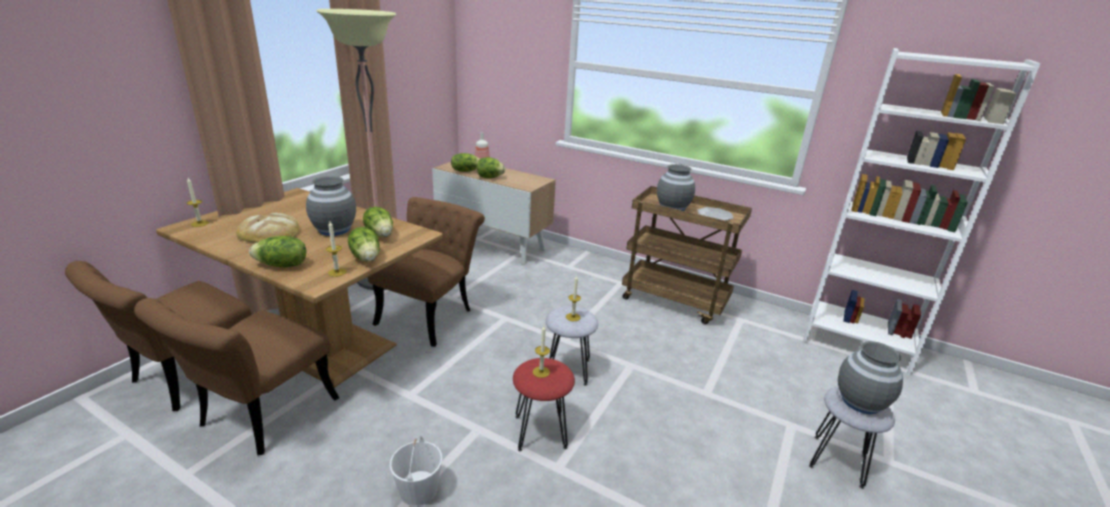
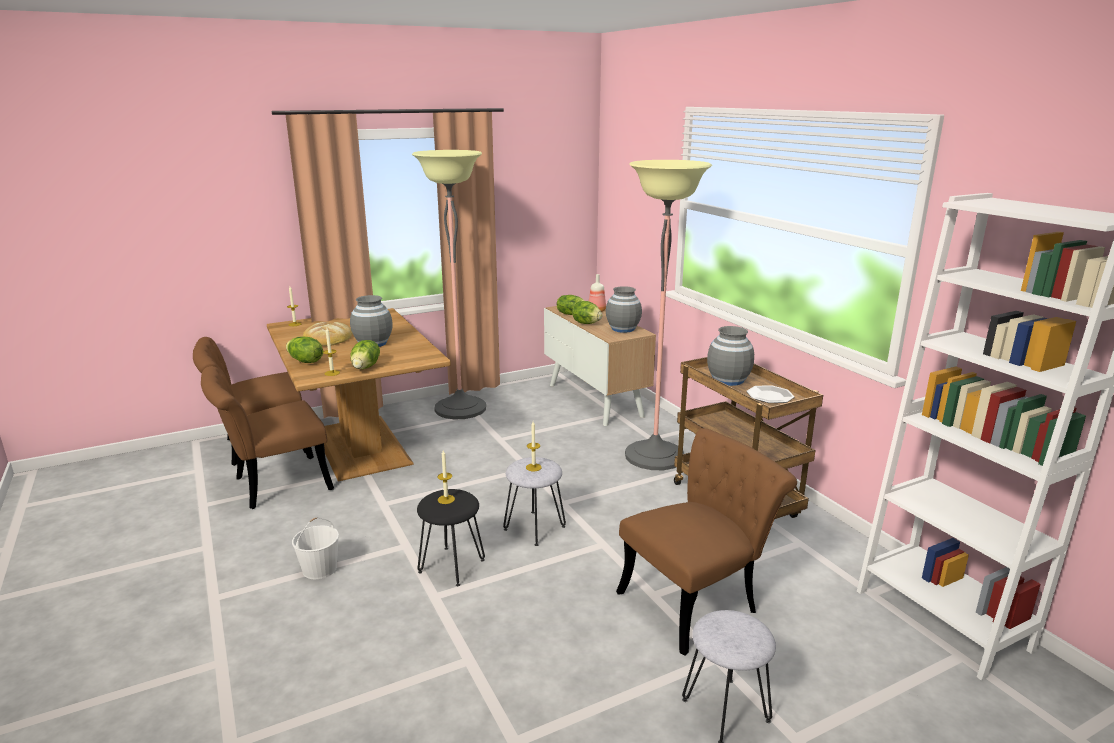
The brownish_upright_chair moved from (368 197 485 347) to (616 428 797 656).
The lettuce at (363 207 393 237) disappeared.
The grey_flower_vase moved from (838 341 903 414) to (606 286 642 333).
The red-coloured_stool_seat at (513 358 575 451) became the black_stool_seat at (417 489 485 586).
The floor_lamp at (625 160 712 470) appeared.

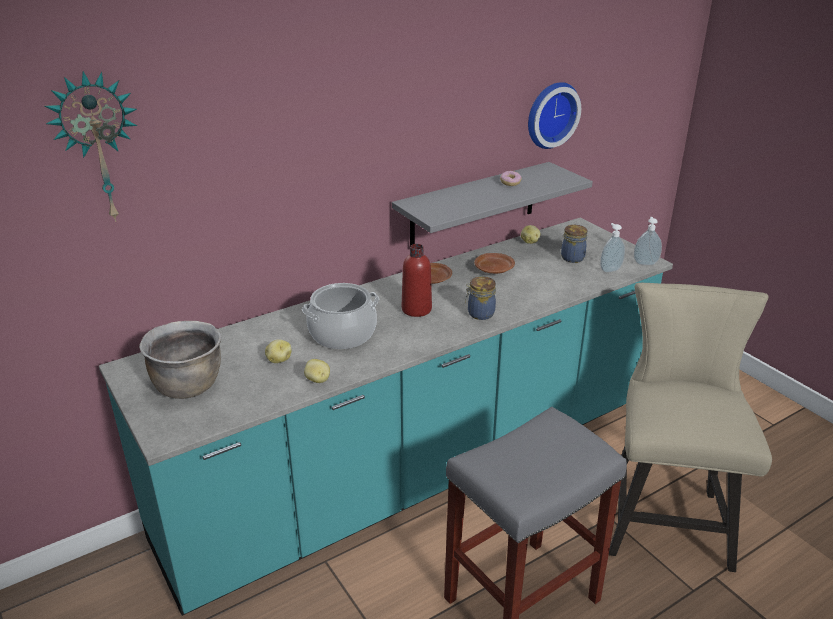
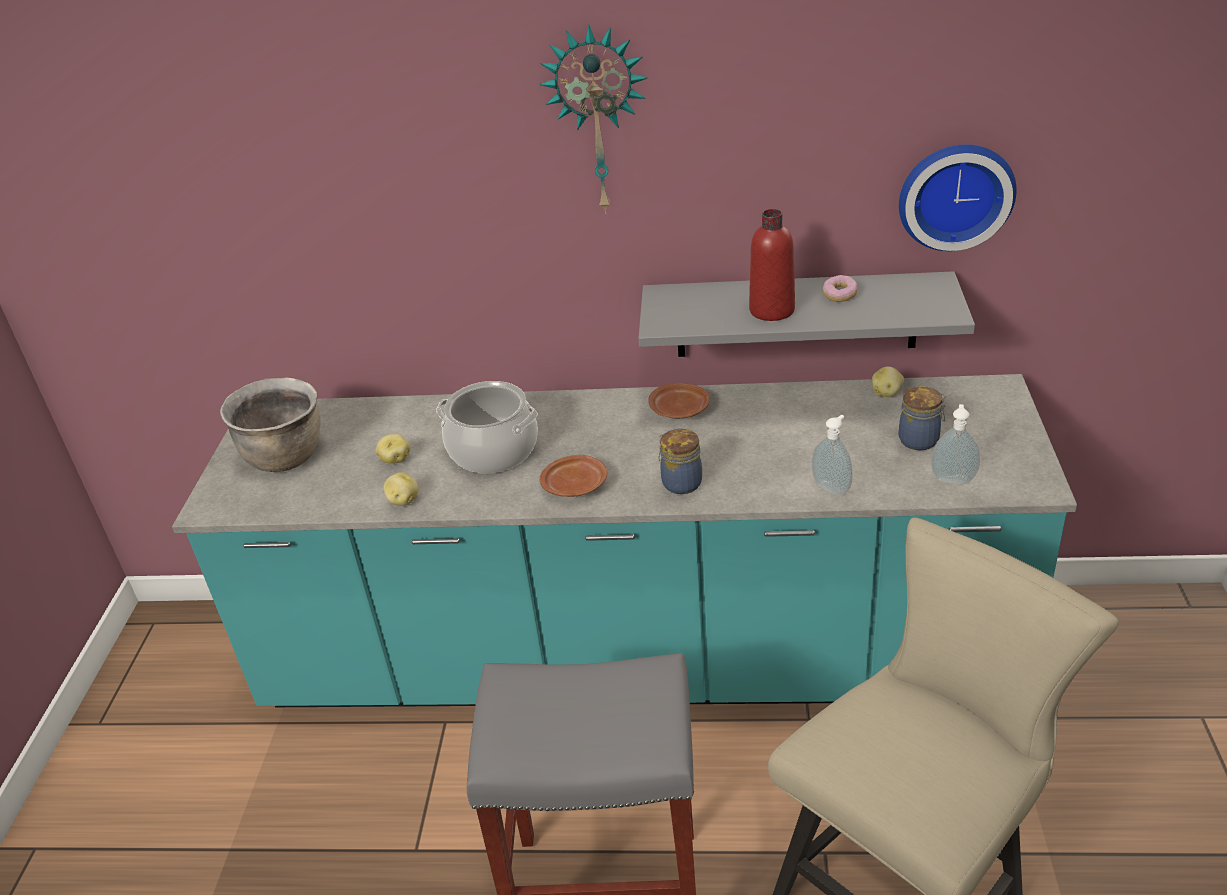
The hanging_clock moved from (45 71 137 222) to (539 24 648 214).
The soap_dispenser moved from (634 217 662 265) to (812 415 853 495).
The red-coloured_beverage_bottle moved from (402 244 432 317) to (749 209 795 321).
The brownish_plate moved from (474 253 515 274) to (540 455 607 497).

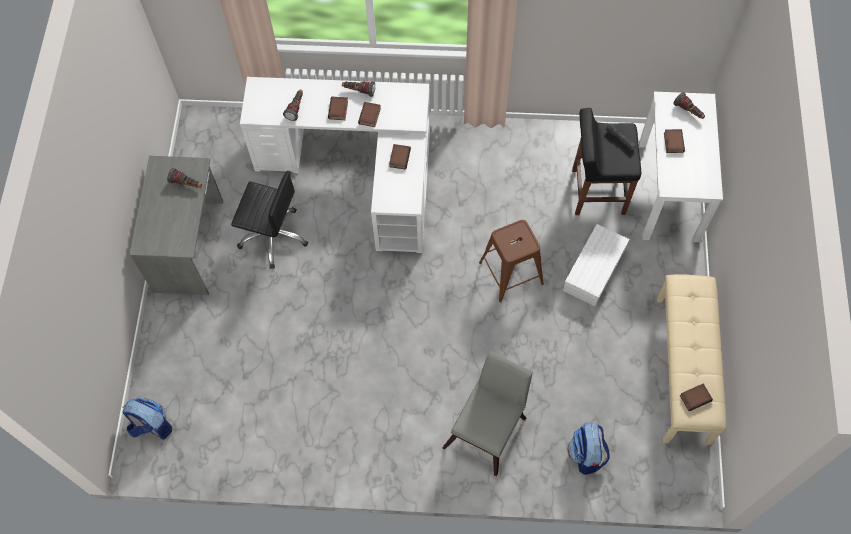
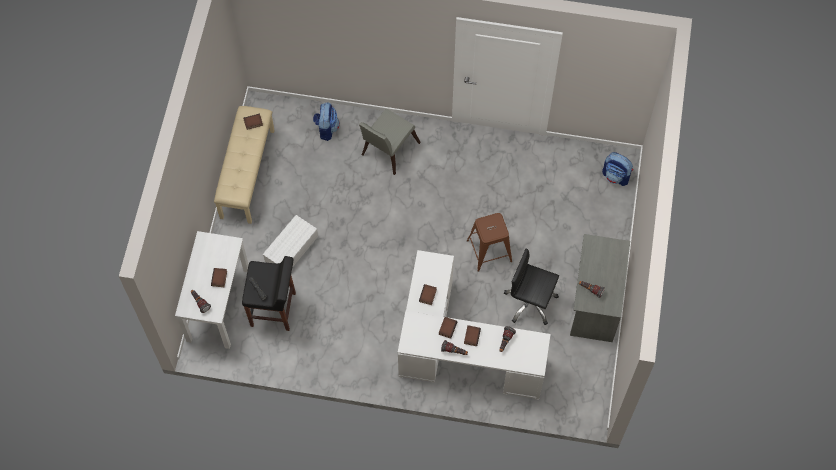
The brownish_stool_seat moved from (479 220 544 302) to (467 213 512 272).

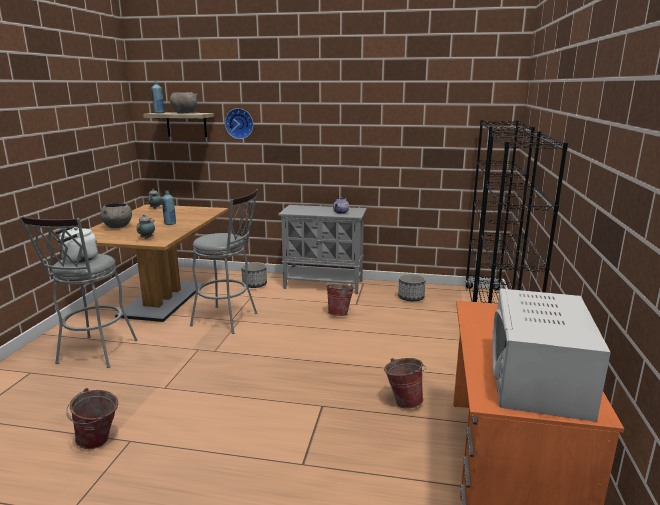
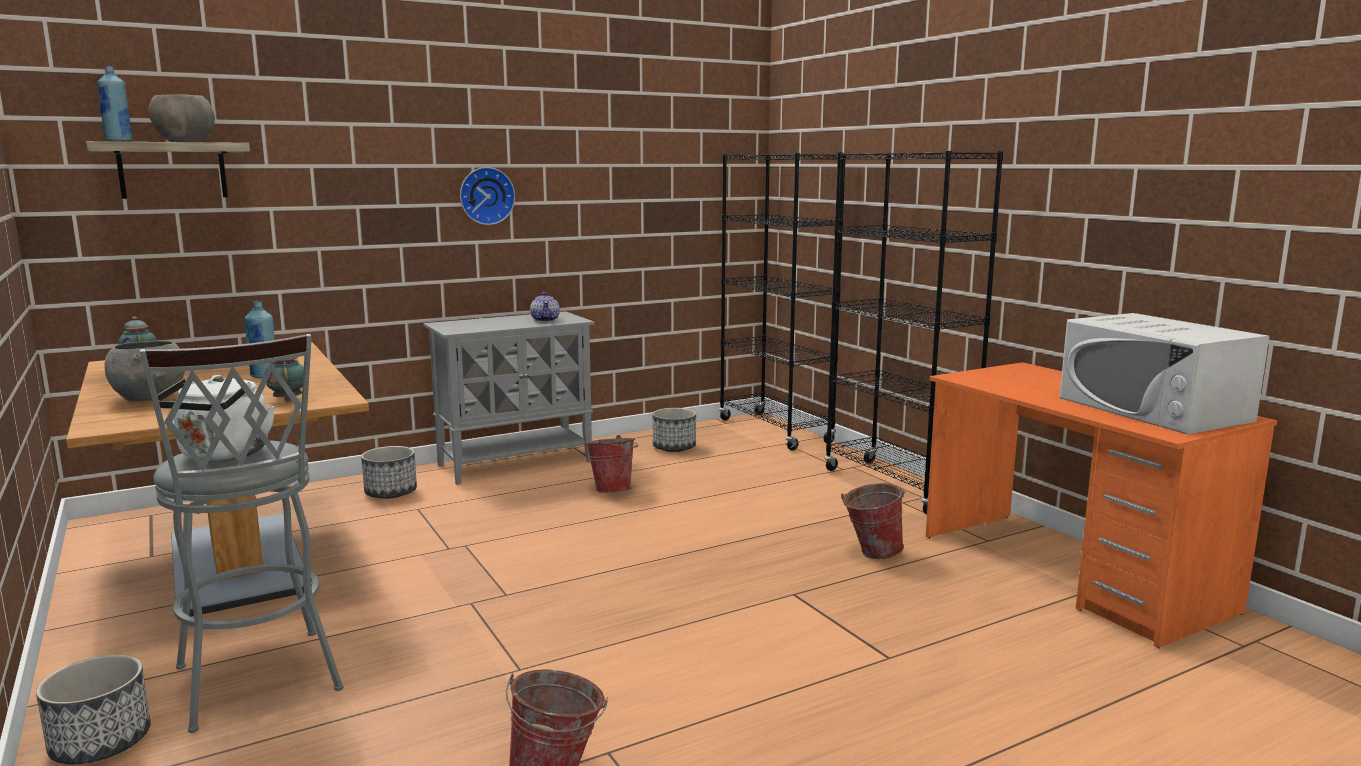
The hanging_clock moved from (225 108 253 139) to (460 167 515 225).
The grey_stool_seat at (190 189 258 334) disappeared.
The plant_pot at (36 655 151 764) appeared.

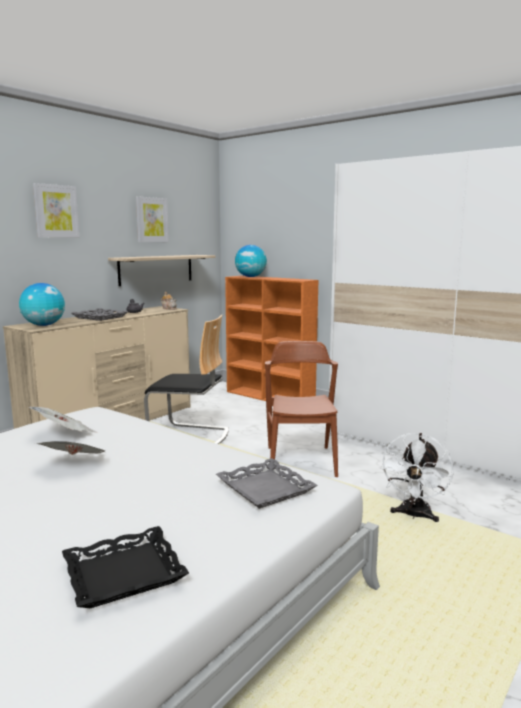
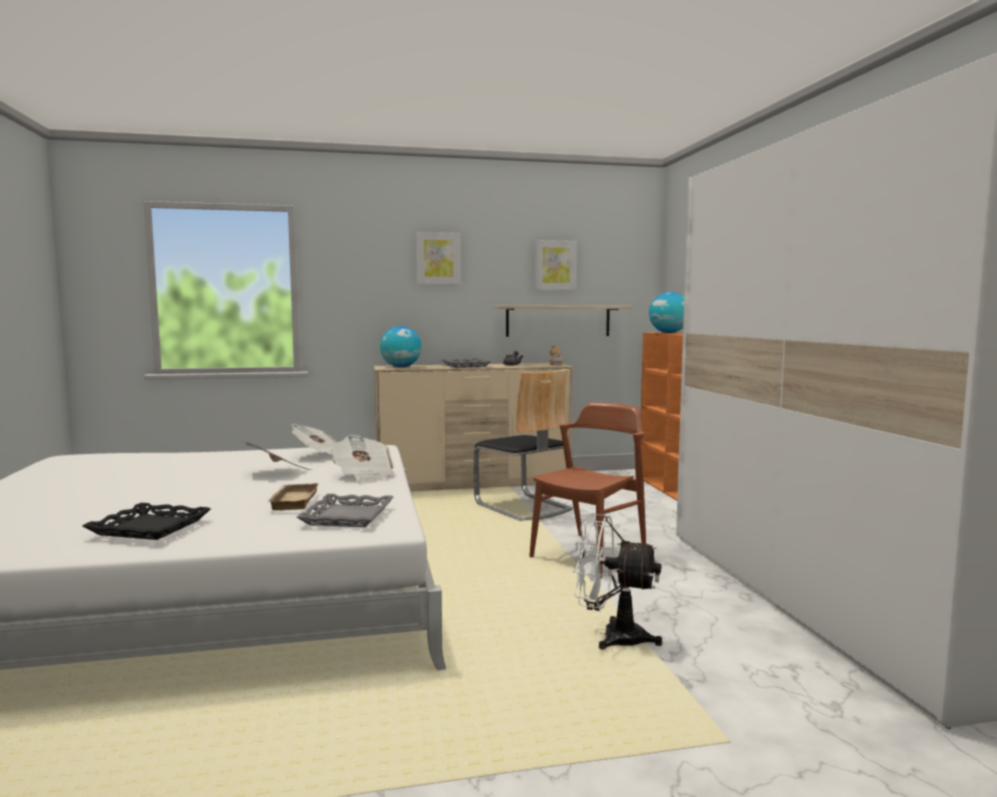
The white_fan at (380 433 453 522) turned 45 degrees clockwise.
The printed_paper at (333 435 394 484) appeared.
The beige-coloured_serving_tray at (267 483 319 510) appeared.

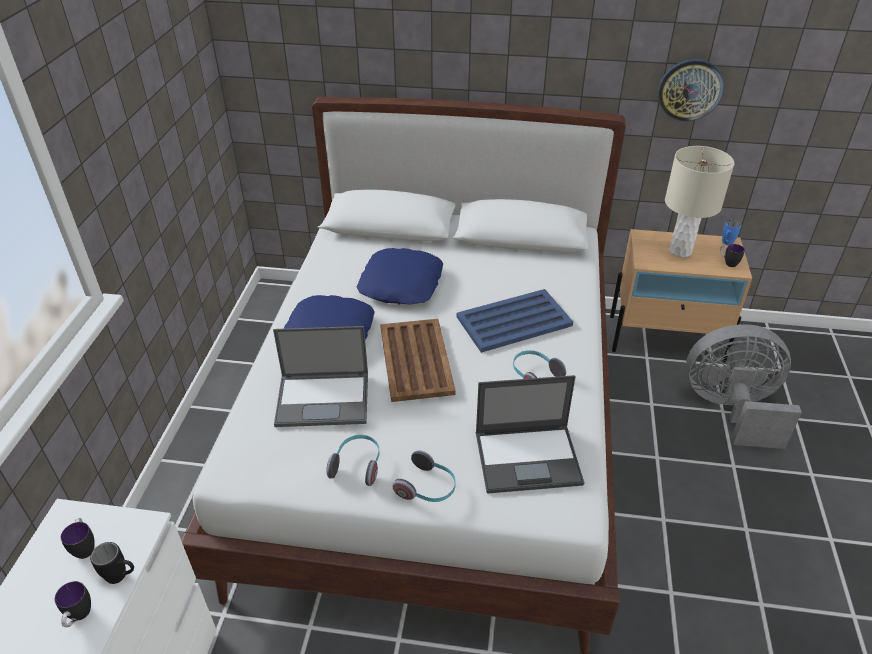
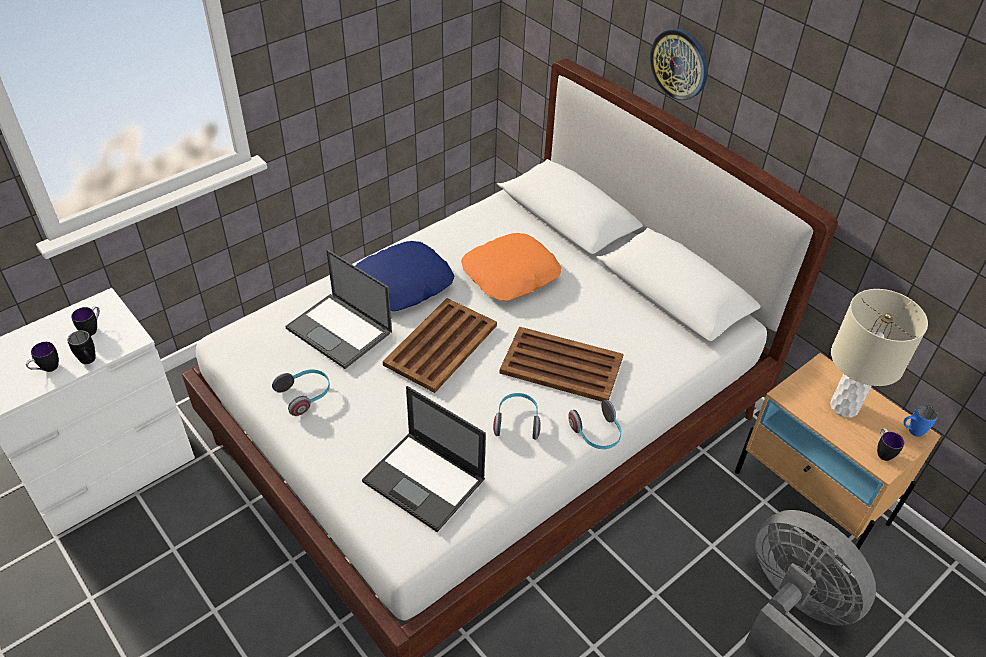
The hanging_clock moved from (658 59 724 121) to (650 28 708 100).
The blue-coloured_pillow at (357 248 443 305) became the orange_pillow at (461 233 562 301).
The blue-coloured_serving_tray at (457 289 573 353) became the brownish_serving_tray at (500 326 624 402).
The headphones moved from (392 450 456 502) to (568 400 622 449).

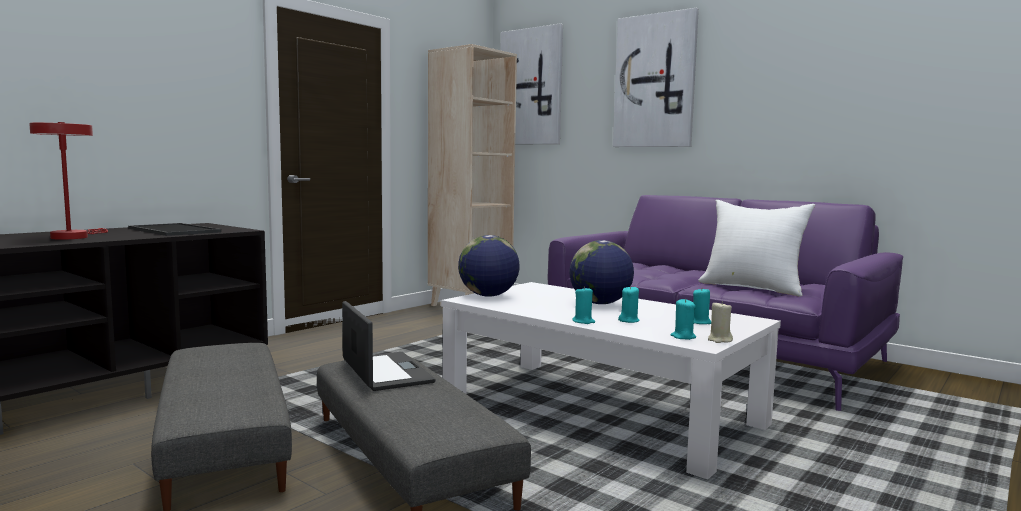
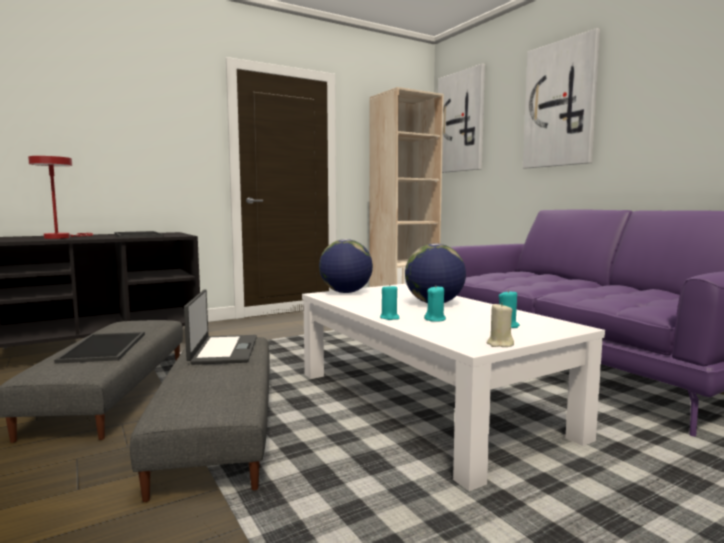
The white_pillow at (698 200 815 297) disappeared.
The turquoise-coloured_wax_light at (670 298 696 340) disappeared.
The serving_tray at (54 332 145 364) appeared.

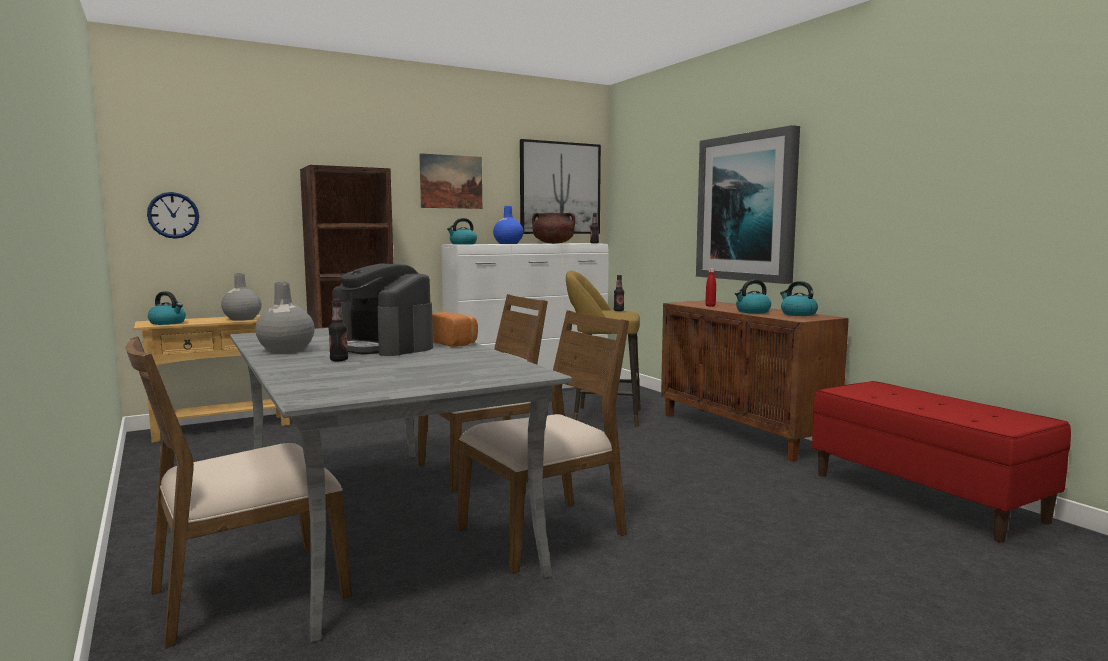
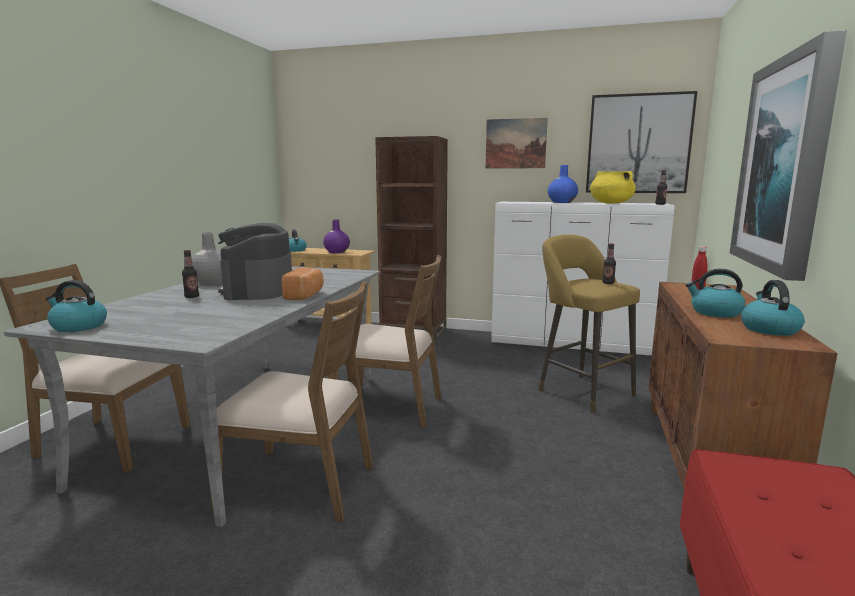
The hanging_clock at (147 192 199 239) disappeared.
The brownish_cooking_pot at (532 213 575 244) became the yellowish_cooking_pot at (590 171 636 204).
The water_kettle moved from (447 218 477 245) to (46 280 107 332).
The grey_flower_vase at (221 273 262 321) became the purplish_flower_vase at (323 220 350 253).

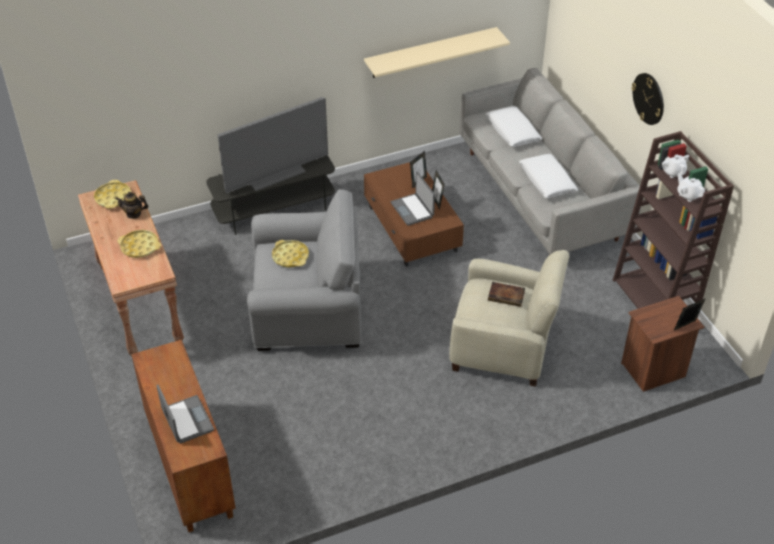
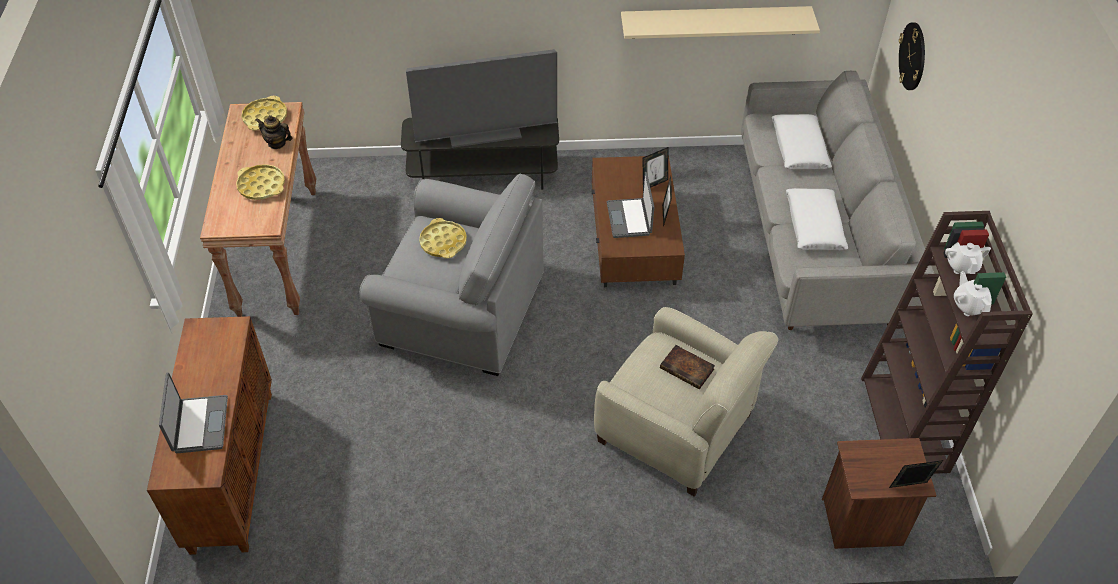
The hanging_clock moved from (631 73 664 125) to (899 22 925 90).

